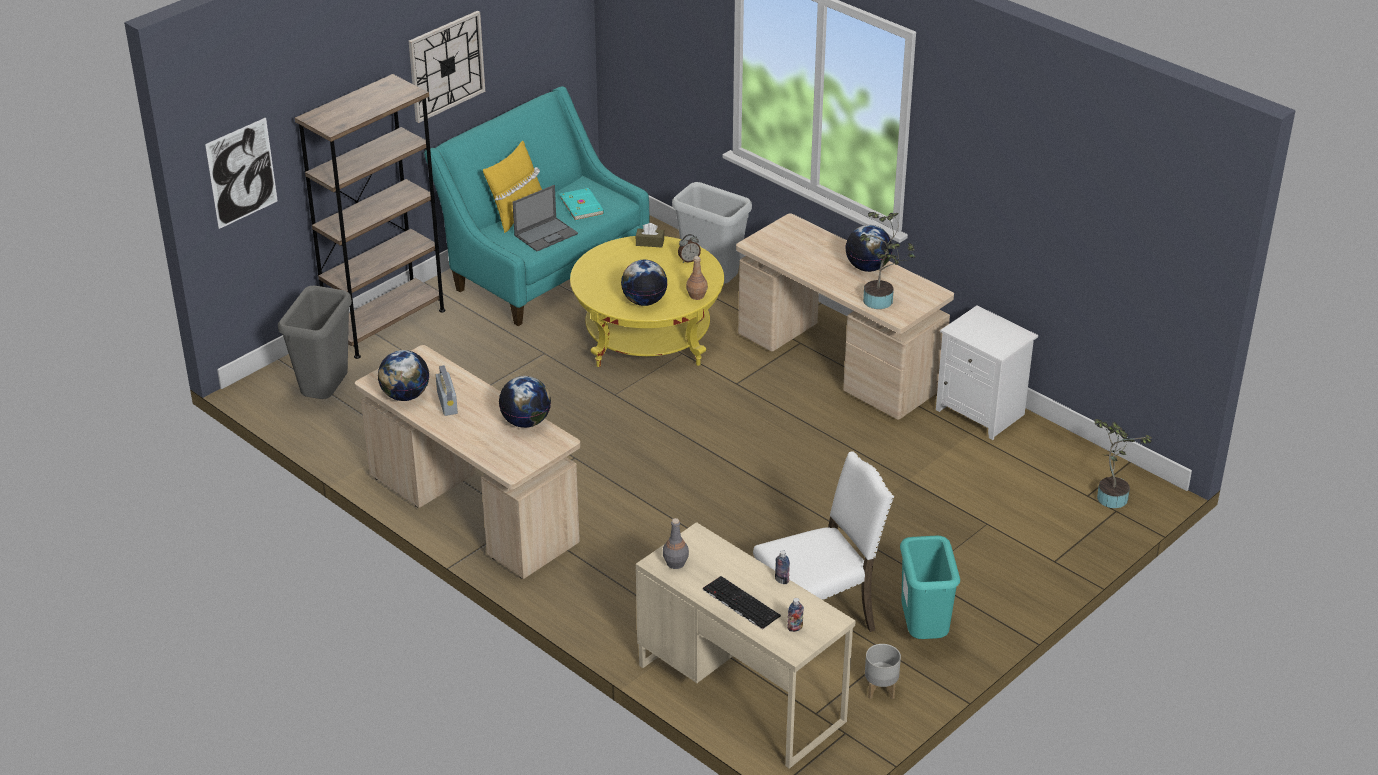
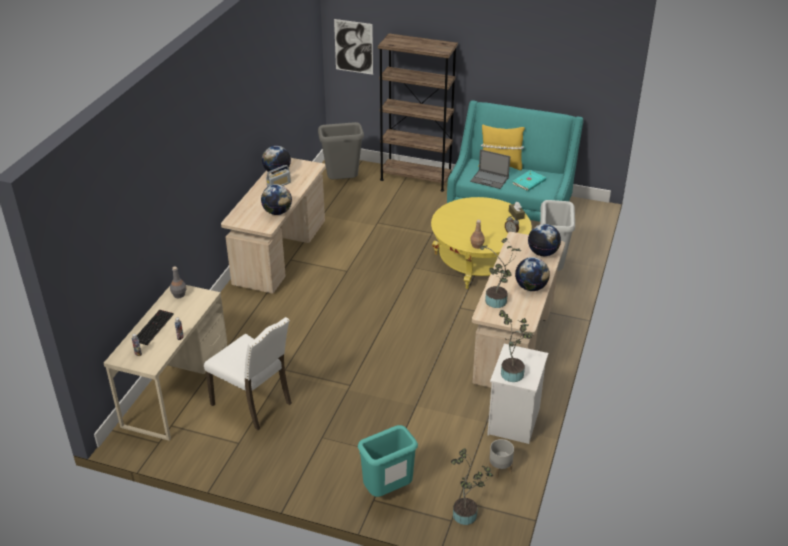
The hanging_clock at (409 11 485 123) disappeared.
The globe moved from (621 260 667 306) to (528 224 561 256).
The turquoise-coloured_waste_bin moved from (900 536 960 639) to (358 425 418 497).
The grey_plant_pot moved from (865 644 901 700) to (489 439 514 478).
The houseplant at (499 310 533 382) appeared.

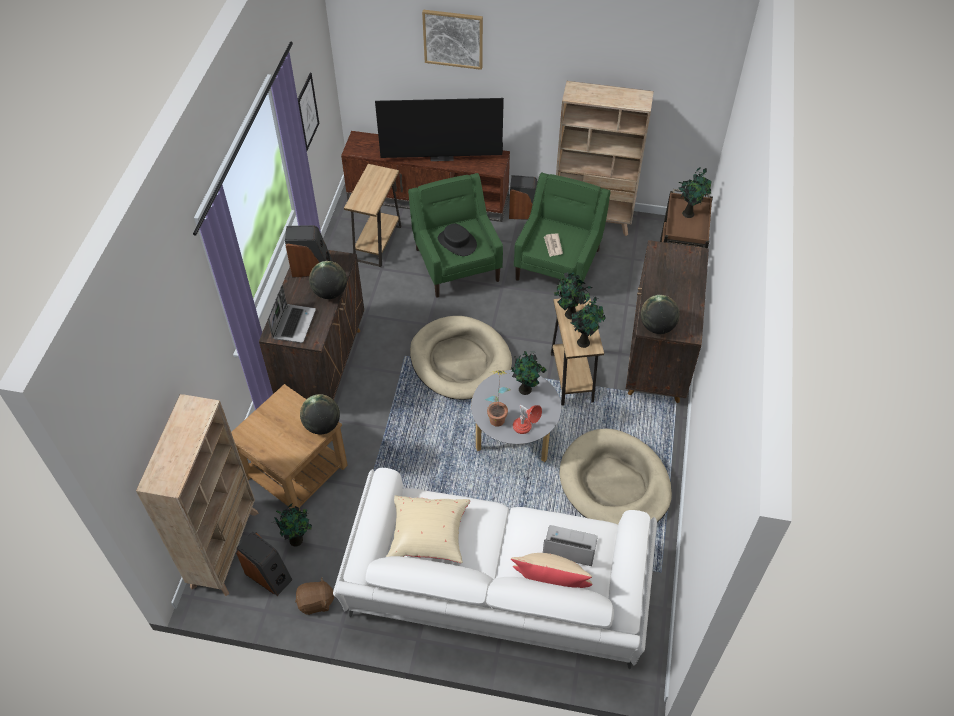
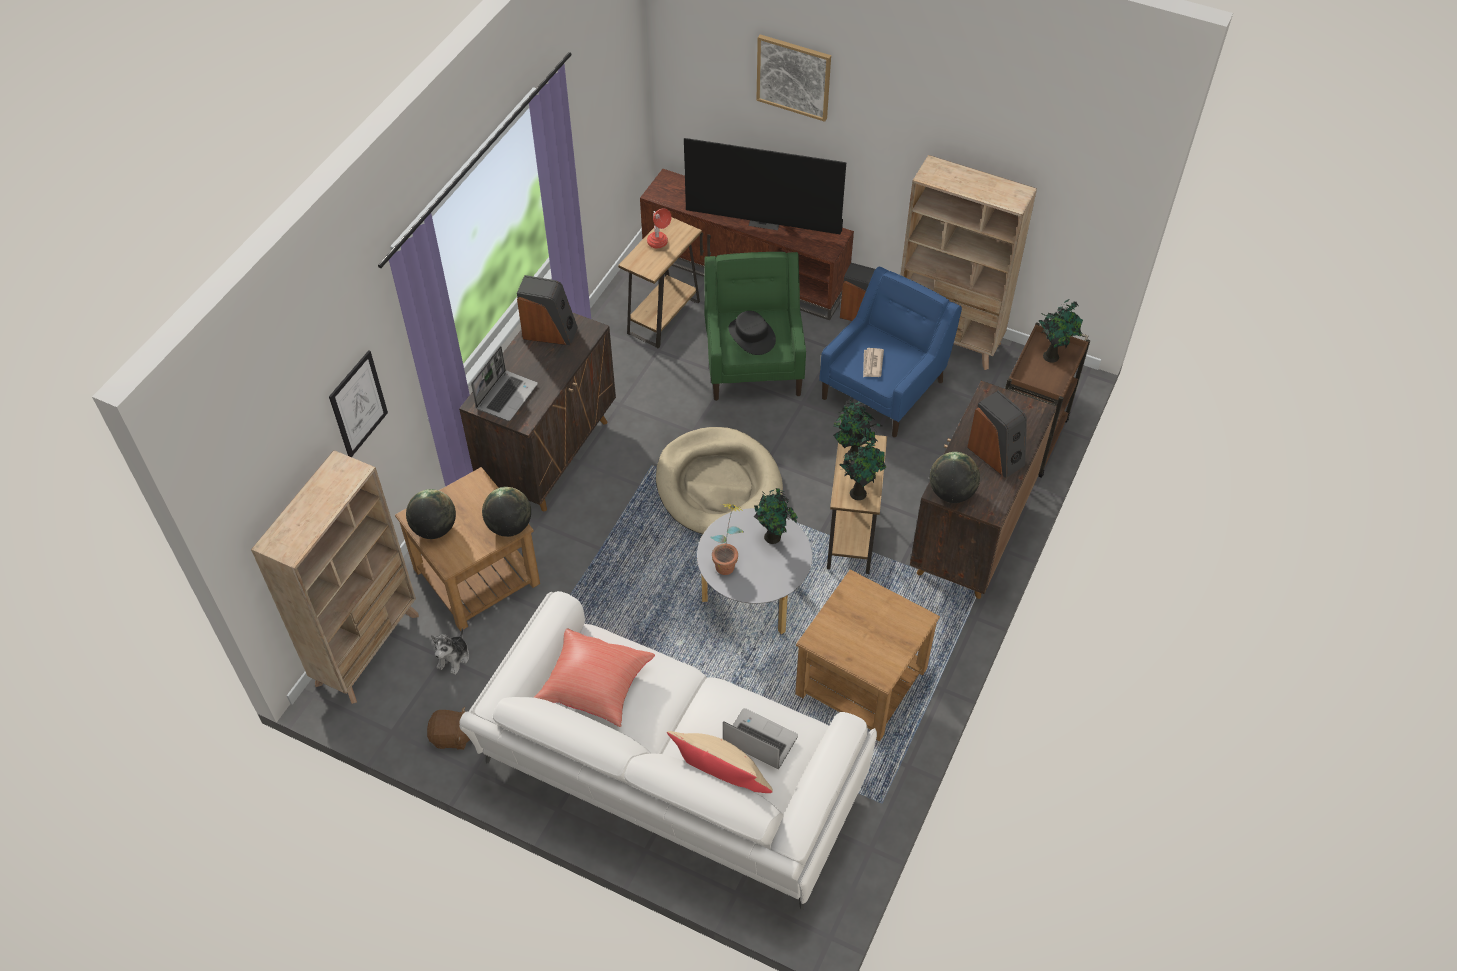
The wall_art moved from (298 73 319 150) to (329 350 388 457).
The green_armchair at (514 172 610 286) became the blue-coloured_armchair at (819 267 962 438).
The globe moved from (309 261 347 299) to (406 489 456 539).
The red-coloured_lamp_for_a_table moved from (513 405 542 434) to (647 209 672 248).
The beige-coloured_dog_cushion at (559 428 672 524) was replaced by the brownish_accent_table at (795 570 940 741).
The beige-coloured_pillow at (386 495 470 563) became the red-coloured_pillow at (534 628 655 727).
The houseplant at (271 503 312 546) was replaced by the plush_toy at (431 628 469 675).
The audio_speaker moved from (236 532 292 596) to (967 391 1027 478).

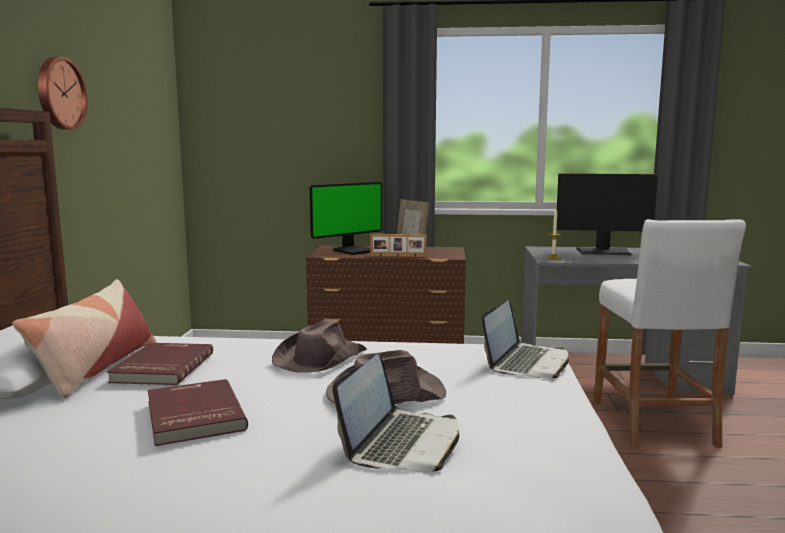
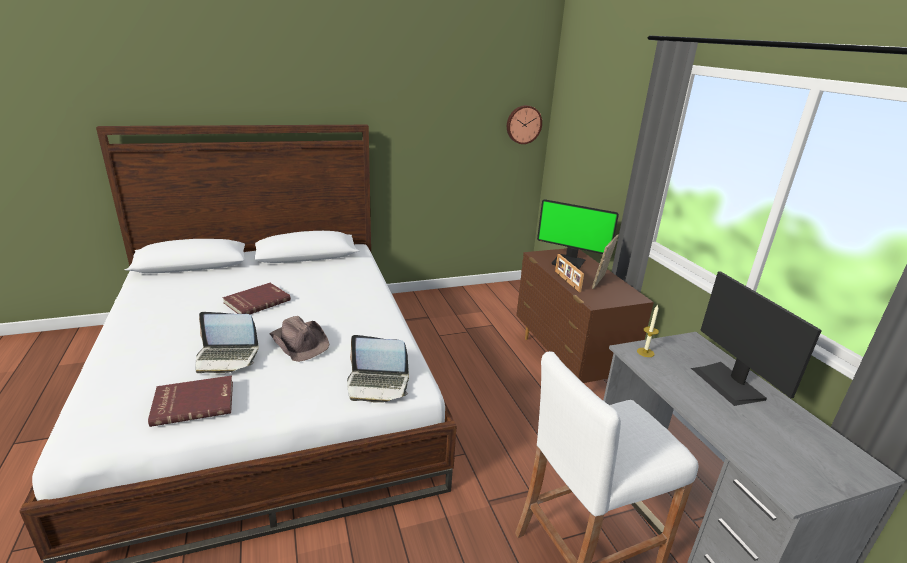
The hanging_clock moved from (38 57 87 130) to (507 105 542 144).
The pillow at (12 279 156 398) disappeared.
The brownish_clothing_hat at (272 319 367 373) disappeared.
The red-coloured_book moved from (107 343 213 385) to (148 375 233 427).

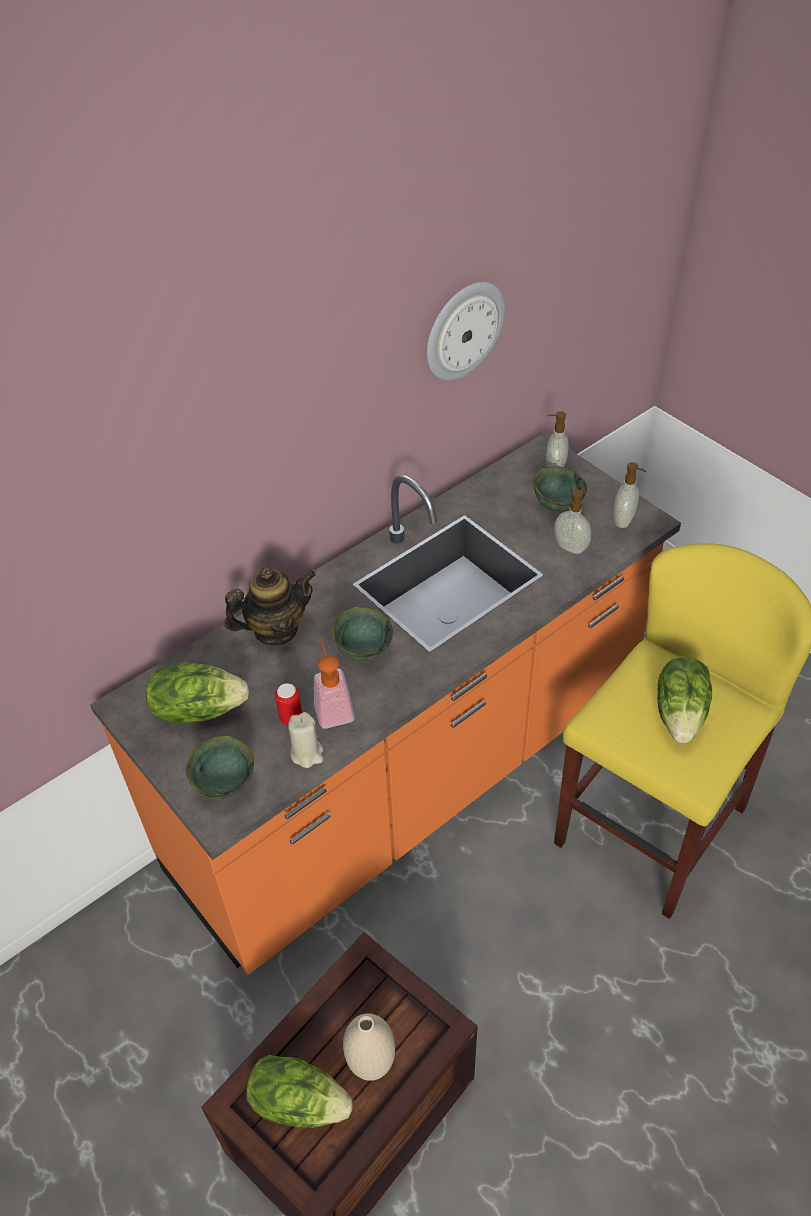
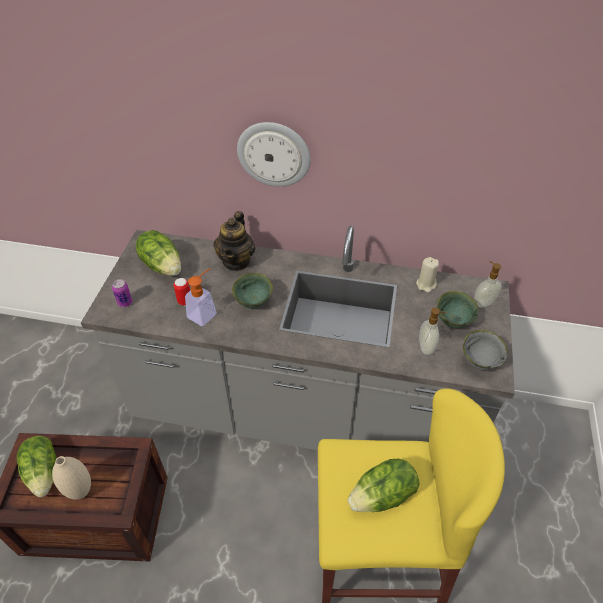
The hanging_clock moved from (426 282 505 381) to (237 122 311 187).
The orange_kitchen_counter at (90 433 681 975) became the grey_kitchen_counter at (81 226 515 450).
The soap_dispenser at (613 462 646 528) was replaced by the grey_serving_bowl at (463 330 508 370).
The teapot at (224 567 316 646) turned 75 degrees clockwise.
The beige-coloured_wax_light moved from (288 712 323 768) to (416 257 439 293).
The green_serving_bowl at (186 736 254 799) was replaced by the sealed_can at (112 279 132 307).

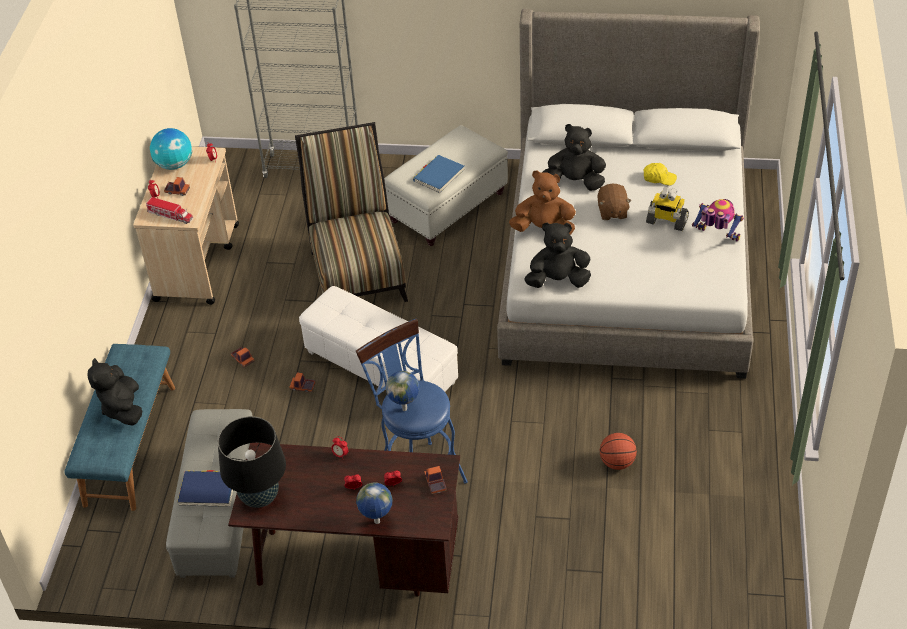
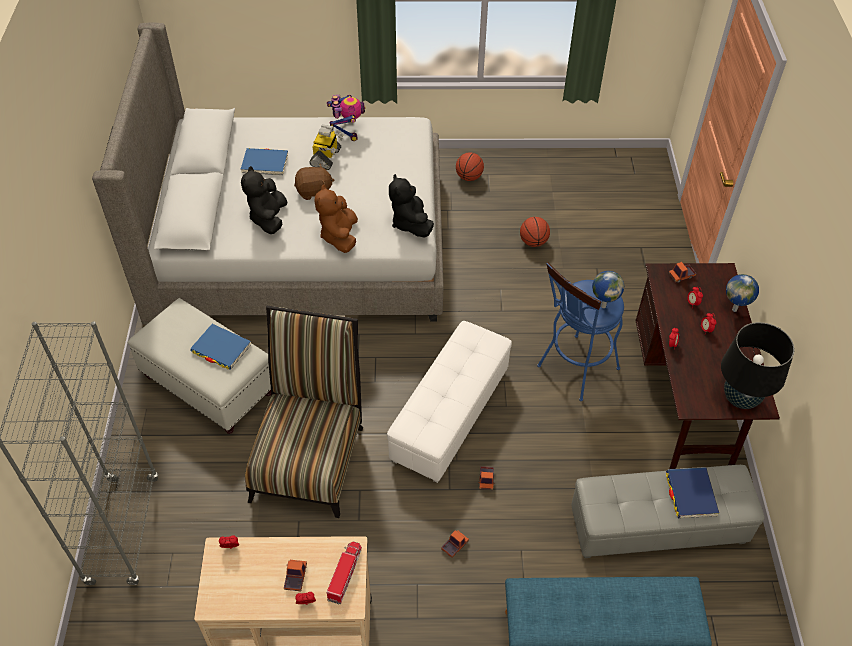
The upright_chair at (295 122 408 302) turned 120 degrees clockwise.
The globe at (150 128 192 170) disappeared.
The yellowish_cap at (644 163 677 185) was replaced by the blue-coloured_book at (241 148 288 175).
The toy_robot at (692 199 744 242) turned 150 degrees clockwise.
The black_plush_toy at (87 358 142 426) disappeared.
The basketball at (456 152 484 181) appeared.

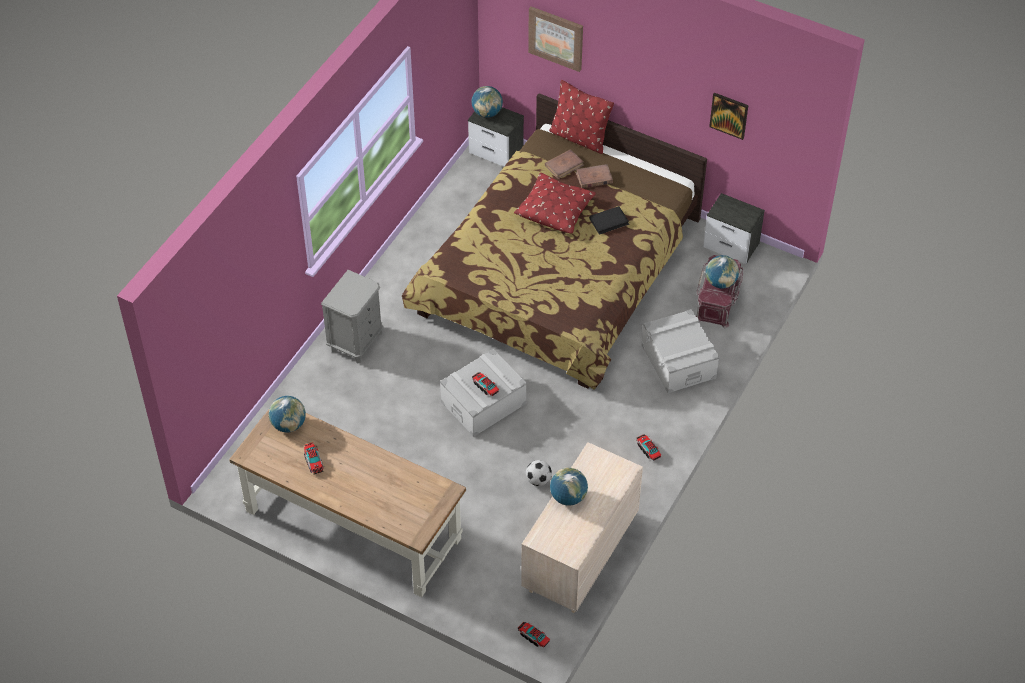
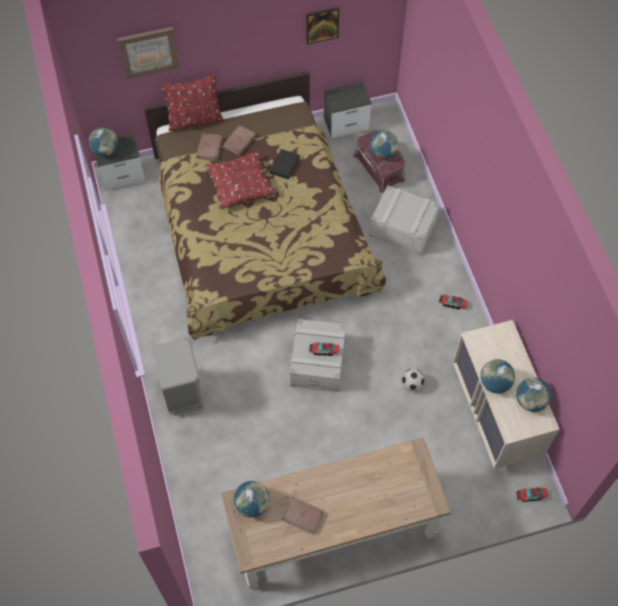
The toy_lorry at (304 443 324 475) was replaced by the brownish_book at (282 497 324 535).
The globe at (516 377 552 412) appeared.

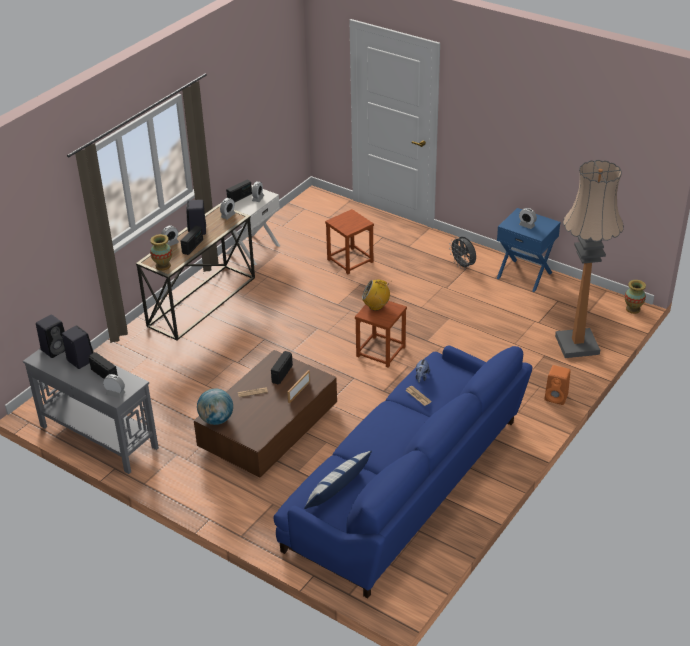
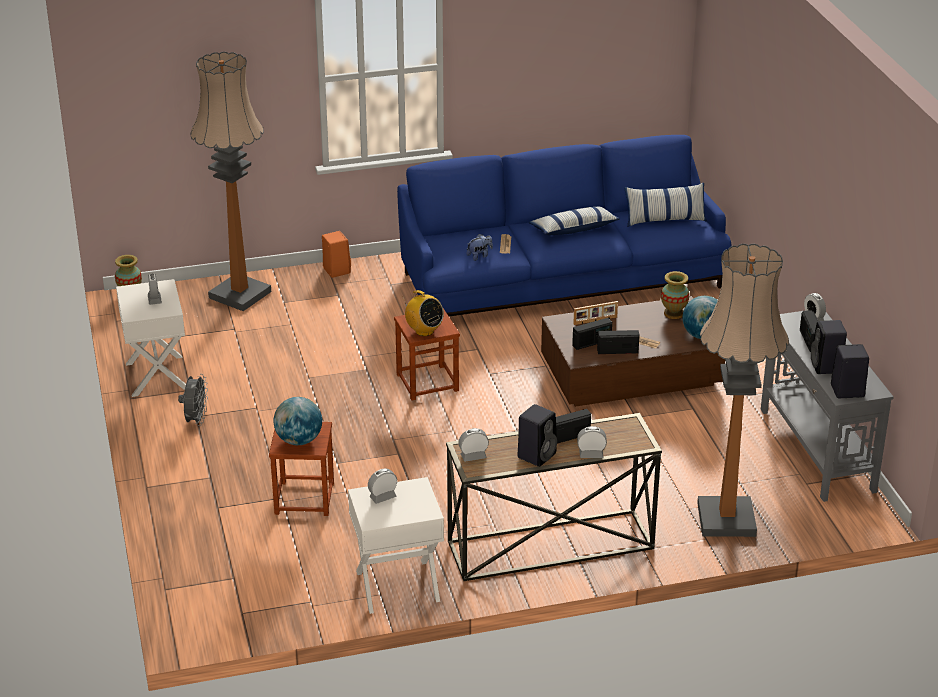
The radio moved from (226 180 252 203) to (597 330 640 354).
The blue-coloured_night_table at (497 208 561 292) became the white_night_table at (116 279 186 397).
The flower_vase moved from (150 234 172 270) to (661 271 690 319).
The pillow at (529 207 620 235) appeared.
The floor_lamp at (697 244 789 537) appeared.
The globe at (273 397 322 445) appeared.

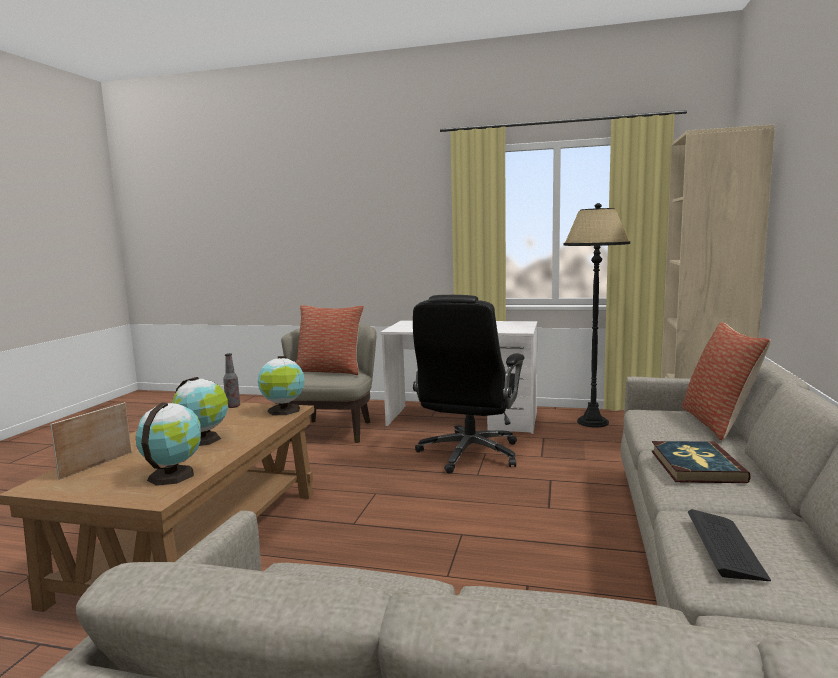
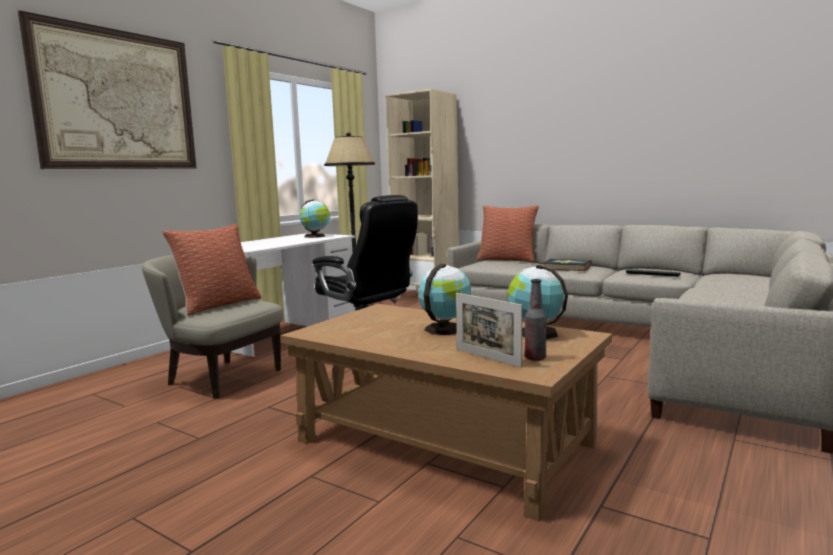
The beverage_bottle moved from (223 353 240 408) to (525 279 546 361).
The globe moved from (258 356 305 415) to (300 200 330 238).
The wall_art at (18 10 196 169) appeared.

